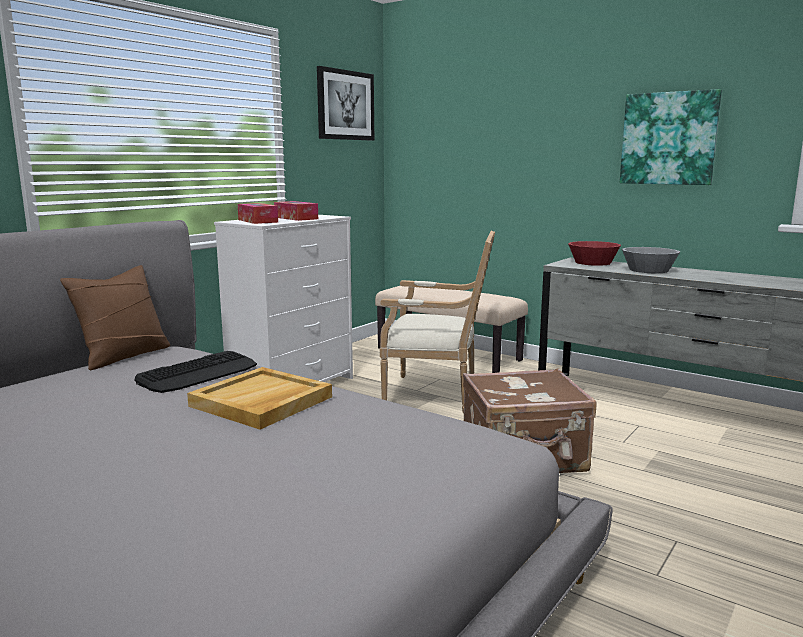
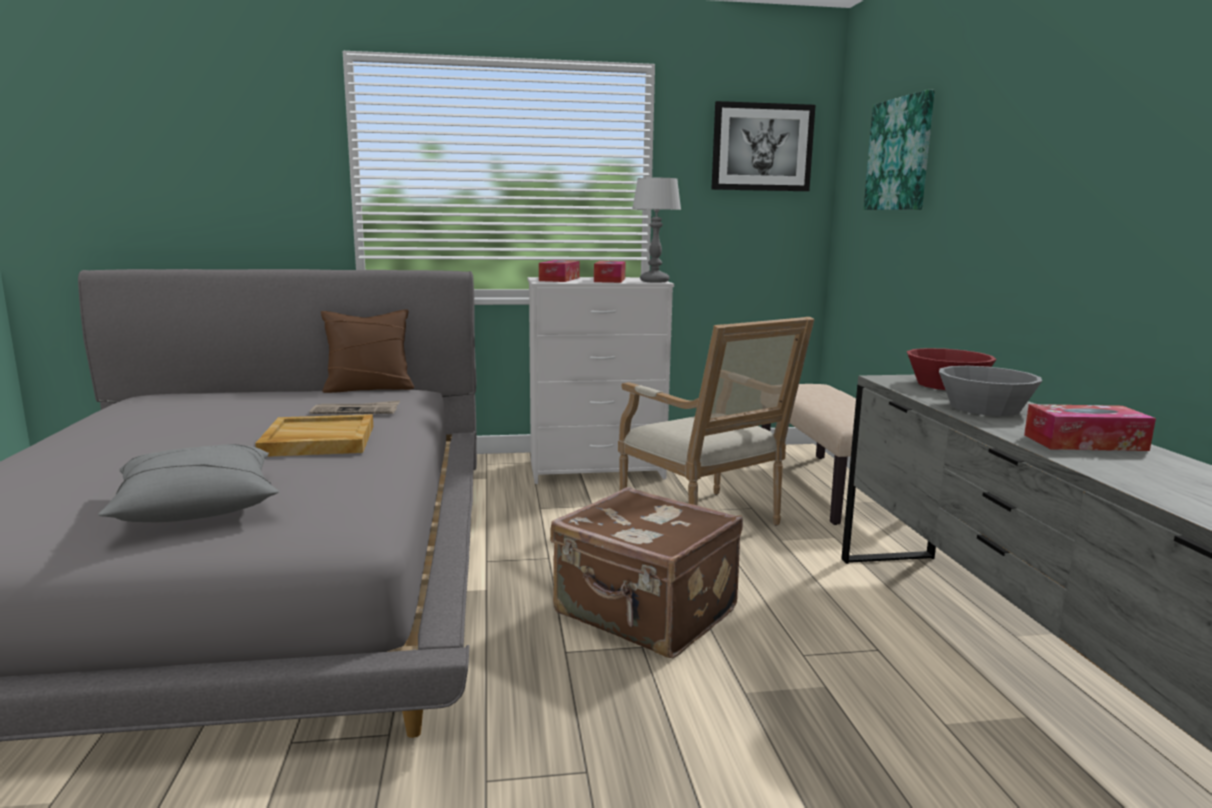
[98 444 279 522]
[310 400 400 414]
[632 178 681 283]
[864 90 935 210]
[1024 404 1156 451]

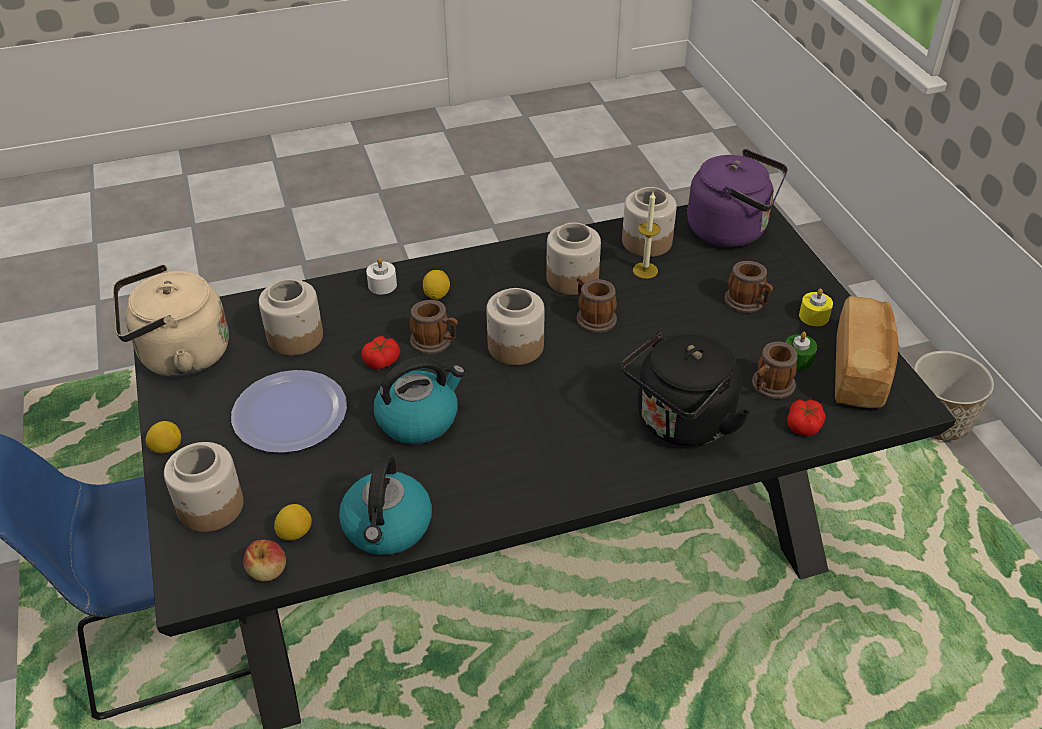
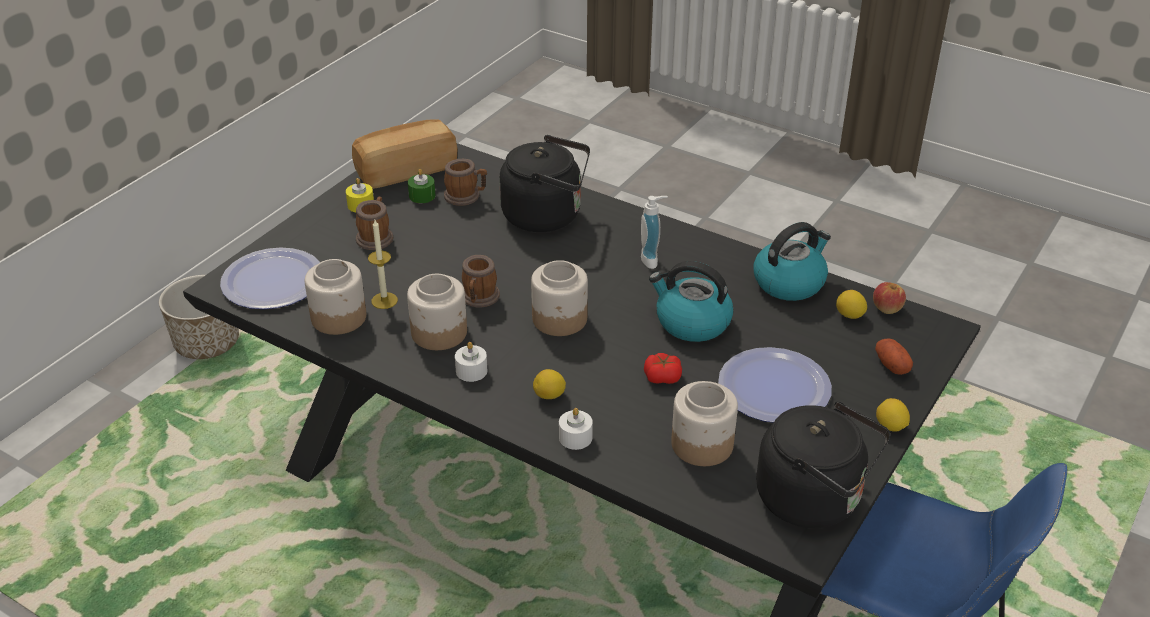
[220 248 320 309]
[455 342 487 382]
[641 196 668 269]
[756 402 890 528]
[875 339 913 375]
[410 300 458 354] (first image)
[787 399 826 436] (first image)

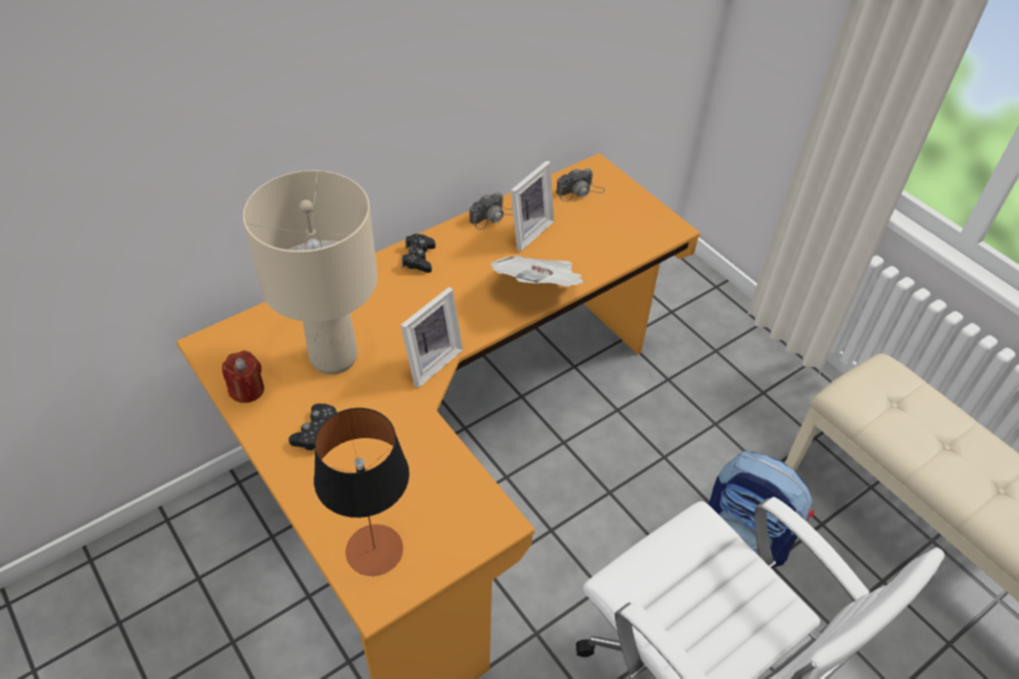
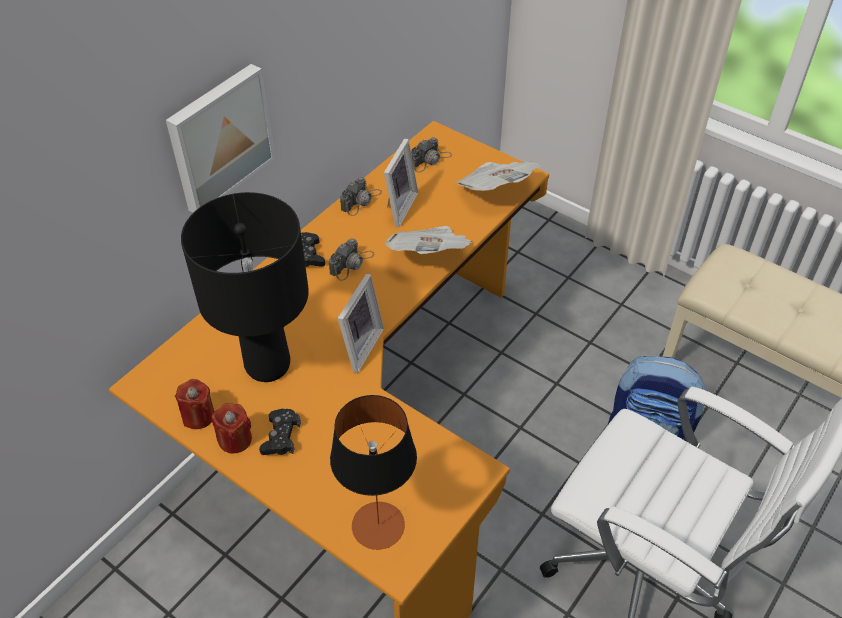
[166 64 275 213]
[181 192 309 382]
[212 403 252 453]
[329 238 374 281]
[456 162 541 191]

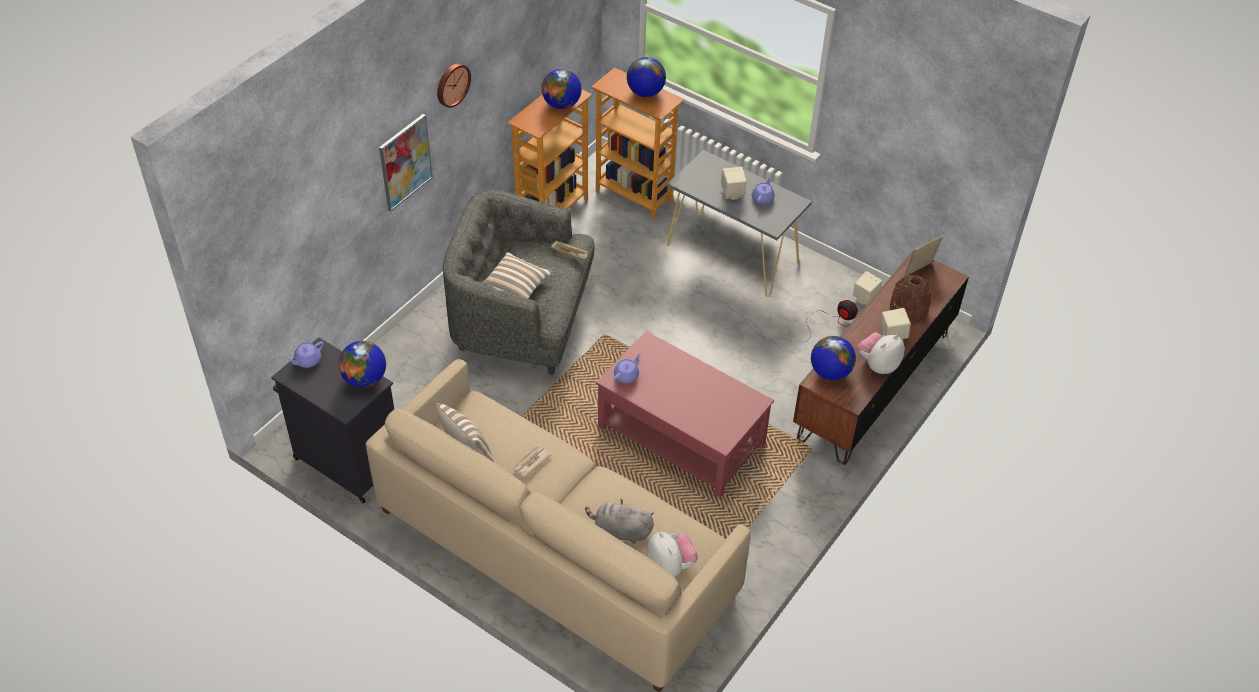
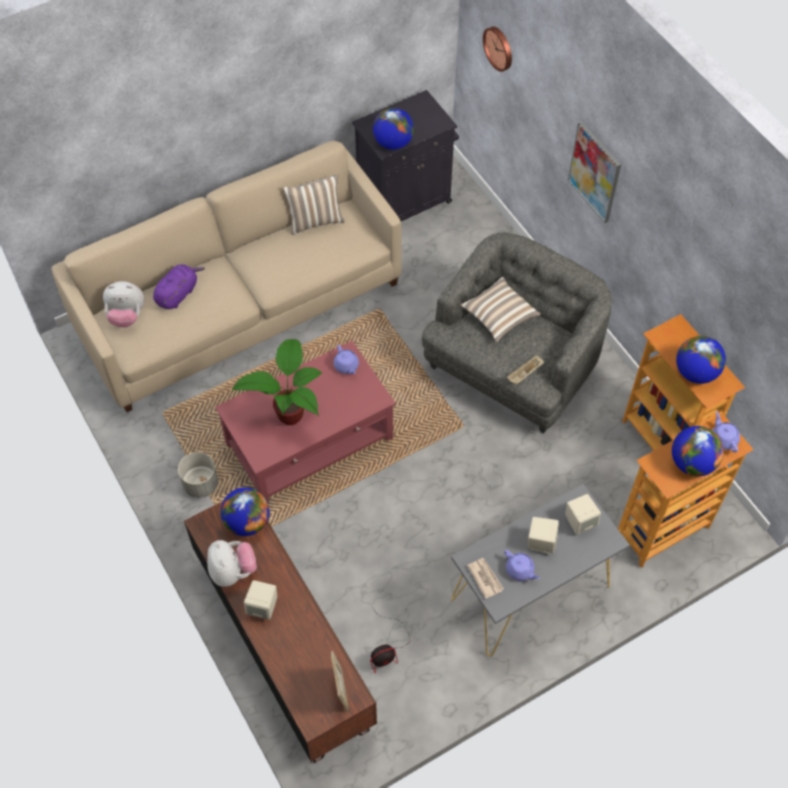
[153 264 205 309]
[178 452 218 498]
[232 339 322 425]
[467 558 504 599]
[483 26 512 72]
[565 494 601 534]
[712 411 740 452]
[890 275 931 323] (first image)

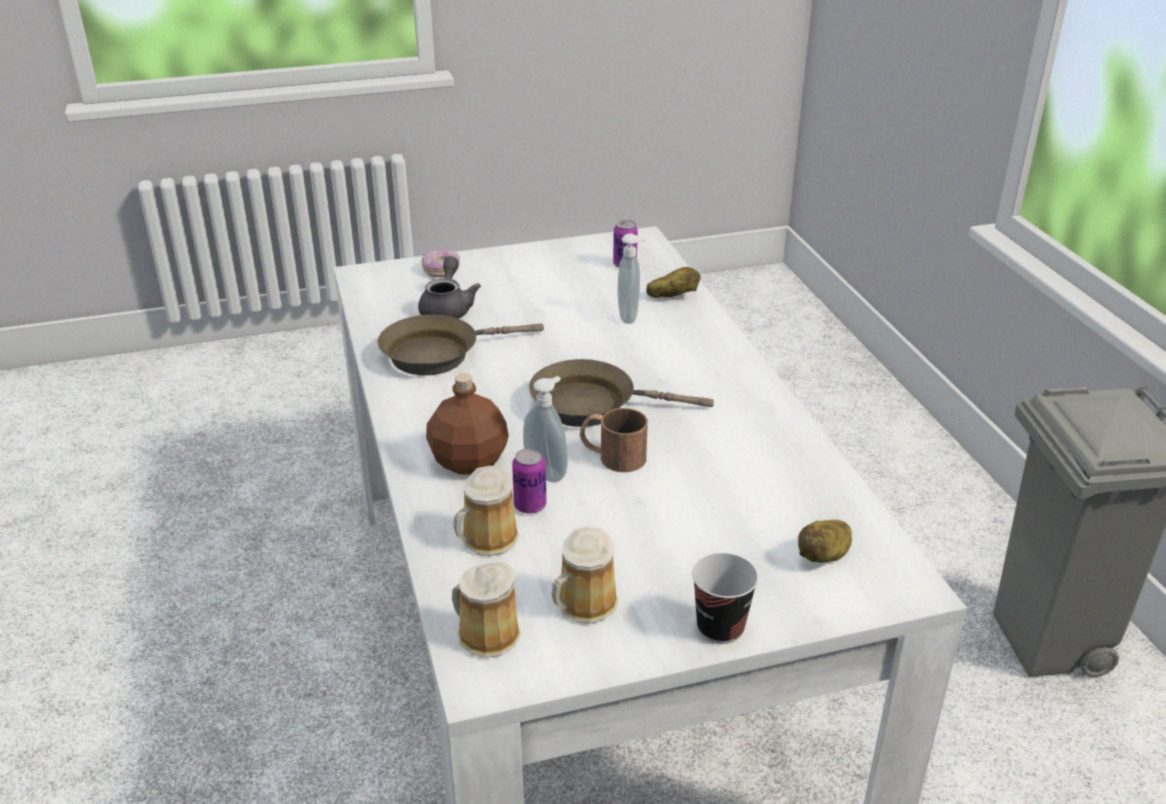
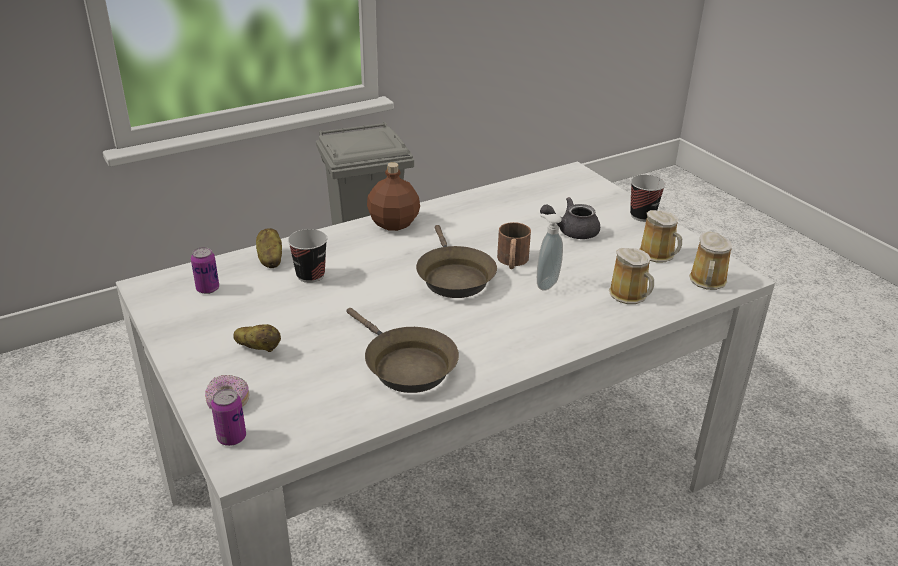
[211 389 246 446]
[233 324 281 352]
[288 229 327 283]
[367 162 420 231]
[540 197 600 239]

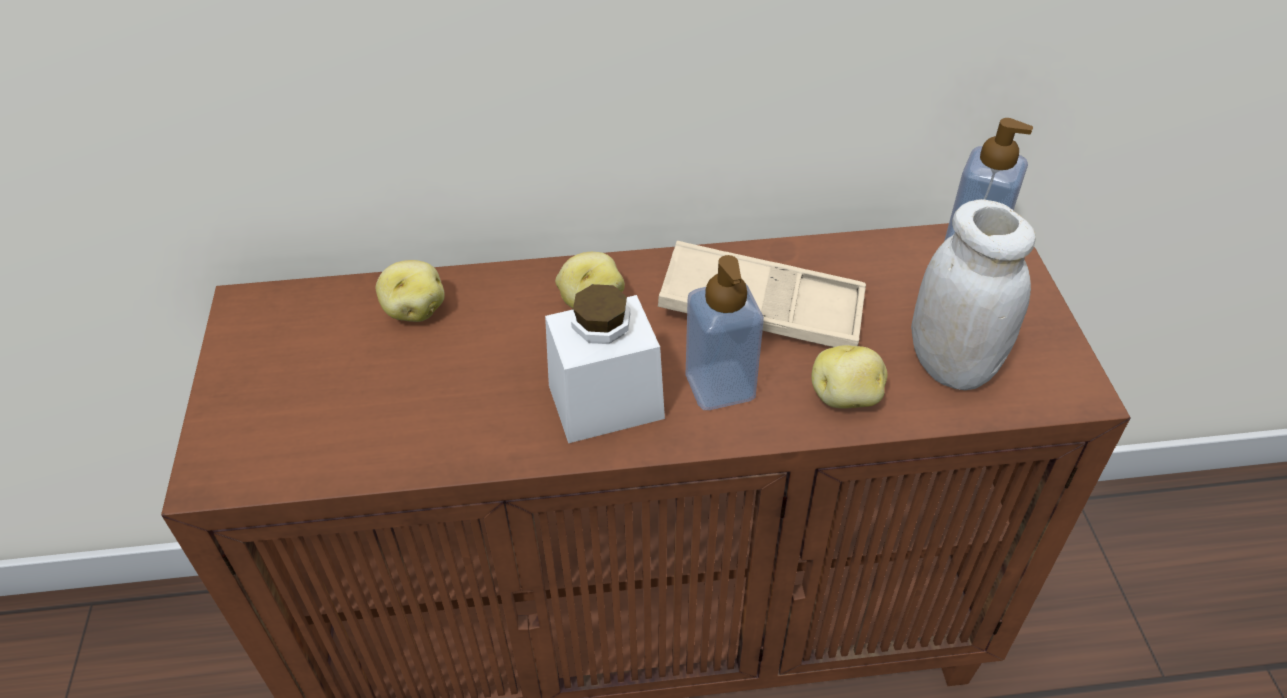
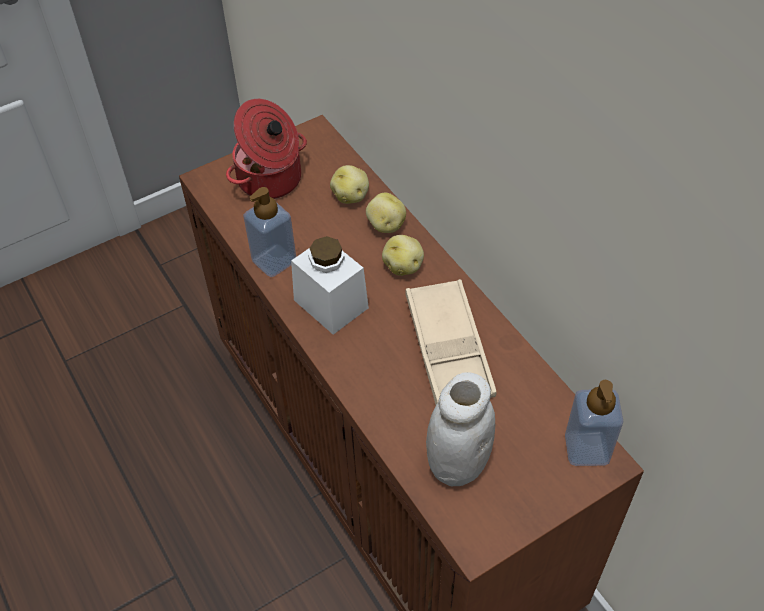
[226 99 307 199]
[243 187 296 277]
[366 193 406 233]

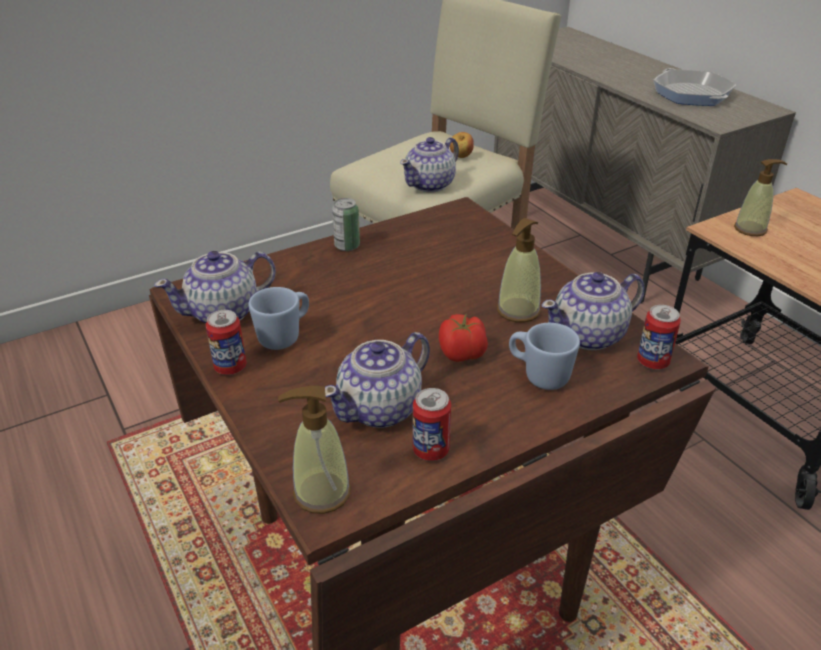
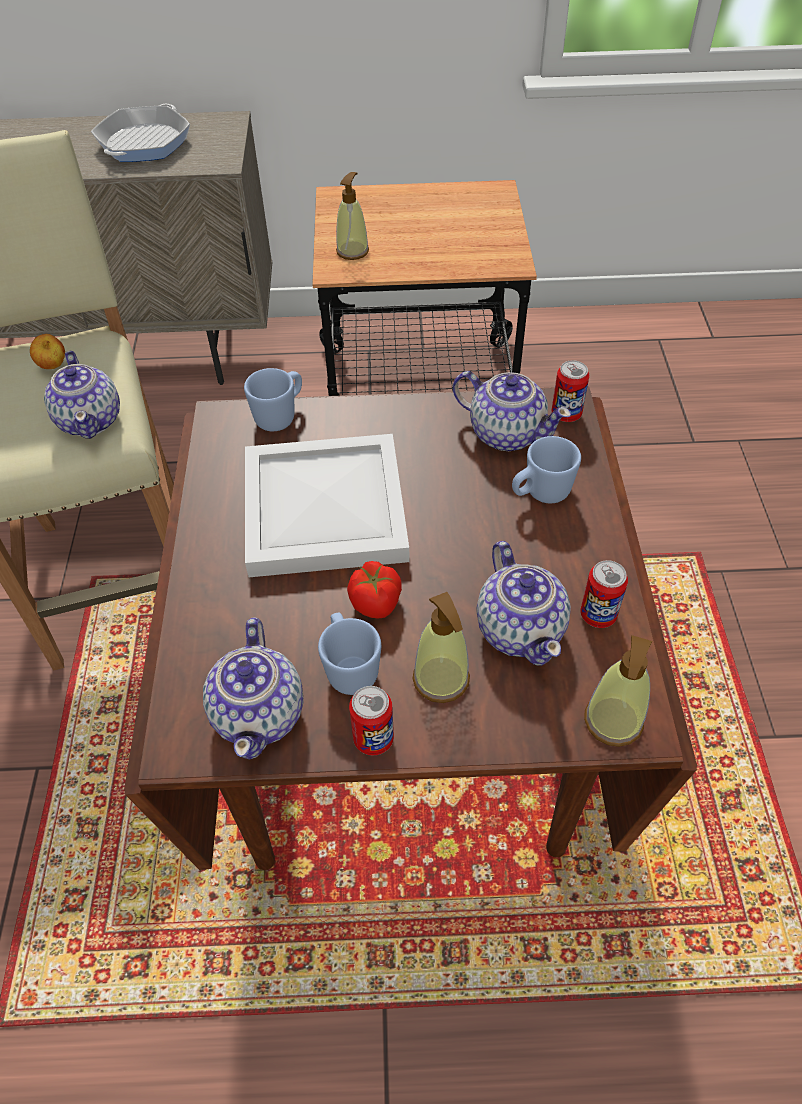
[91 104 190 162]
[244 368 302 431]
[245 434 410 577]
[347 561 402 619]
[412 592 470 703]
[453 371 571 451]
[332 198 360 251] (first image)

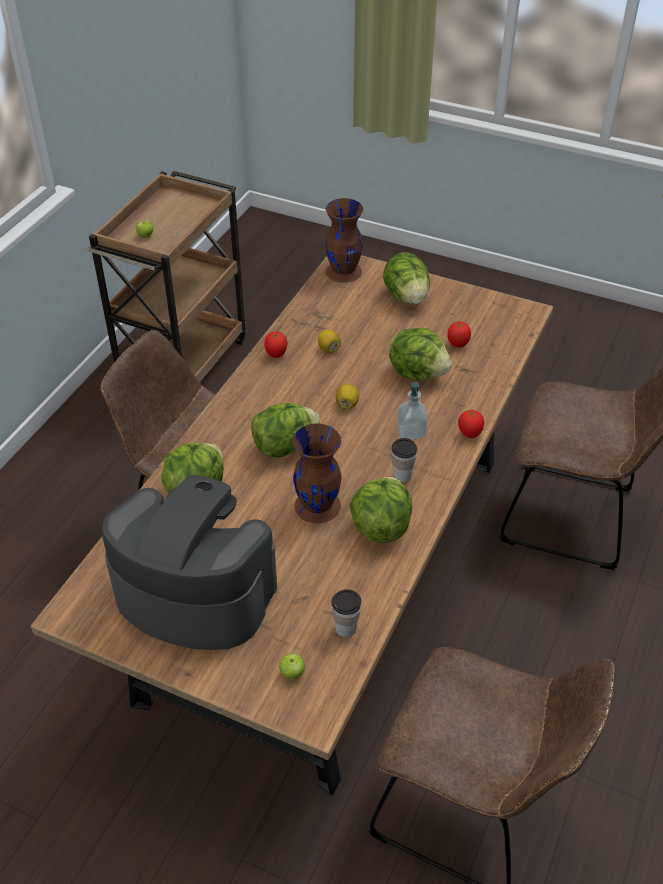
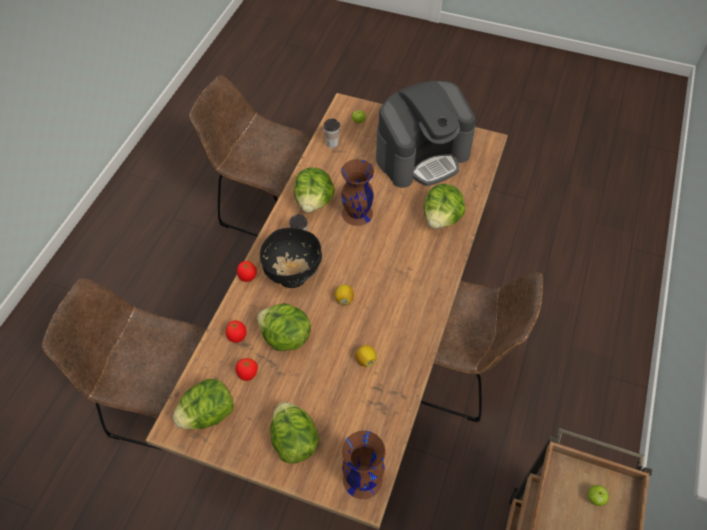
[172 379 234 429]
[226 320 247 343]
[260 228 322 288]
[376 81 476 188]

